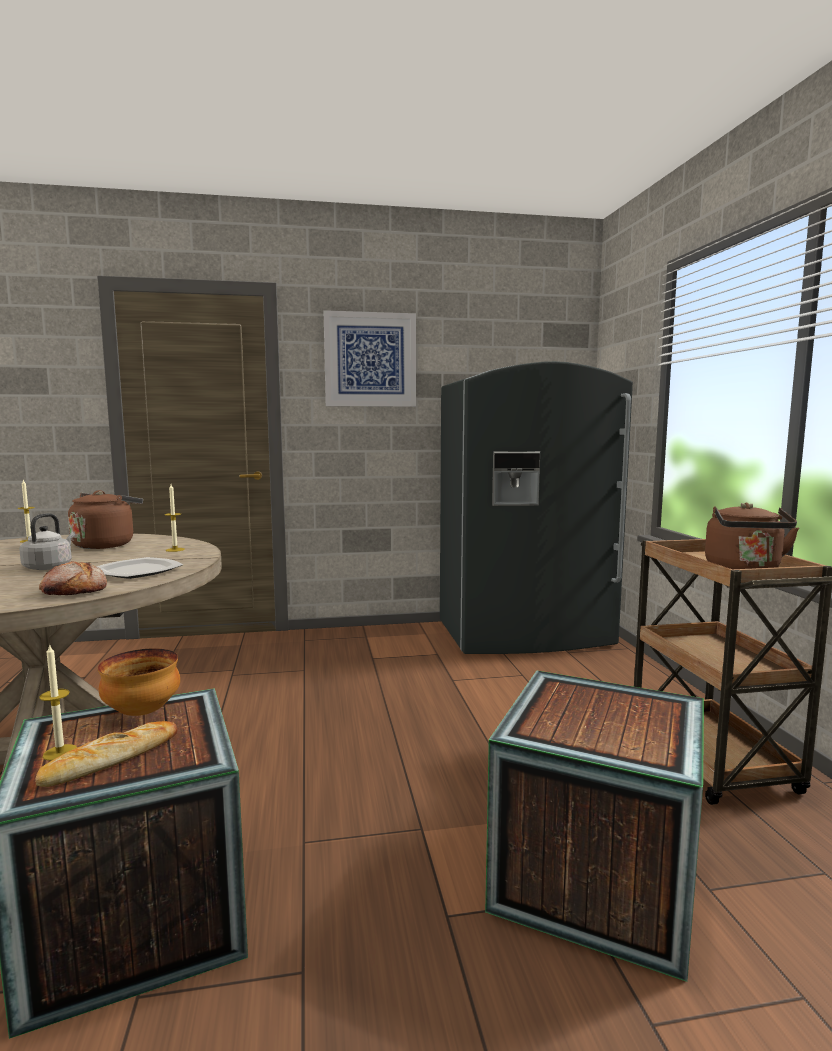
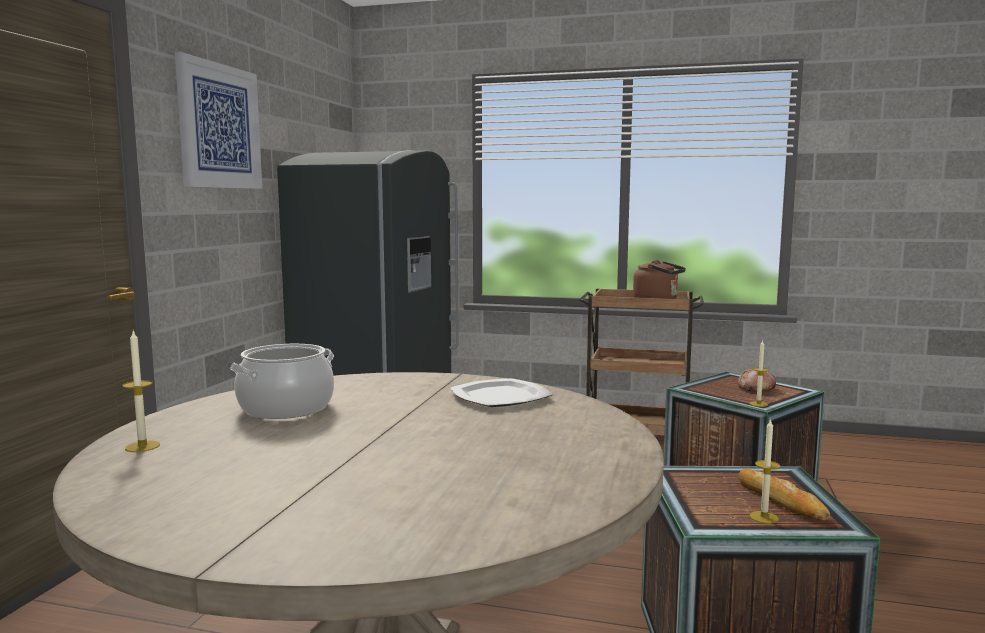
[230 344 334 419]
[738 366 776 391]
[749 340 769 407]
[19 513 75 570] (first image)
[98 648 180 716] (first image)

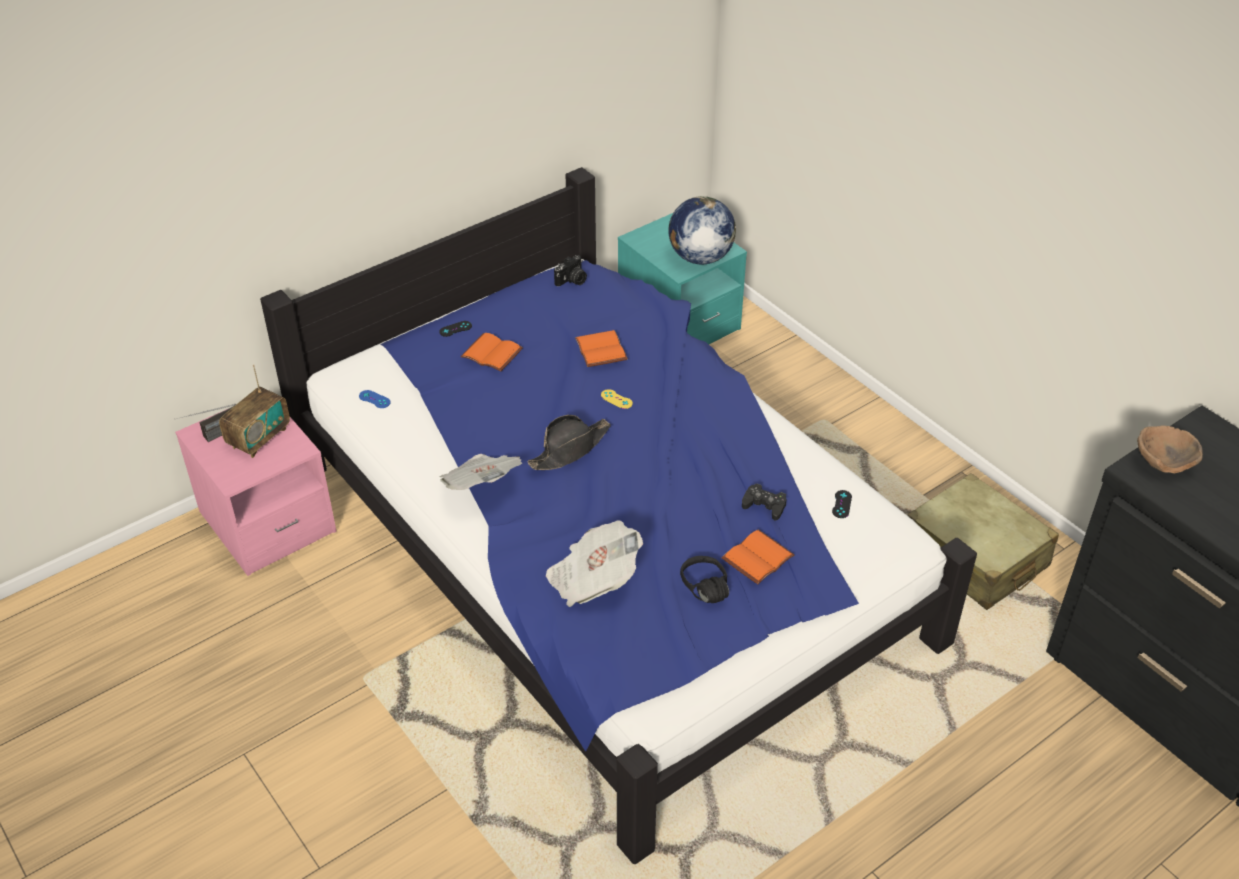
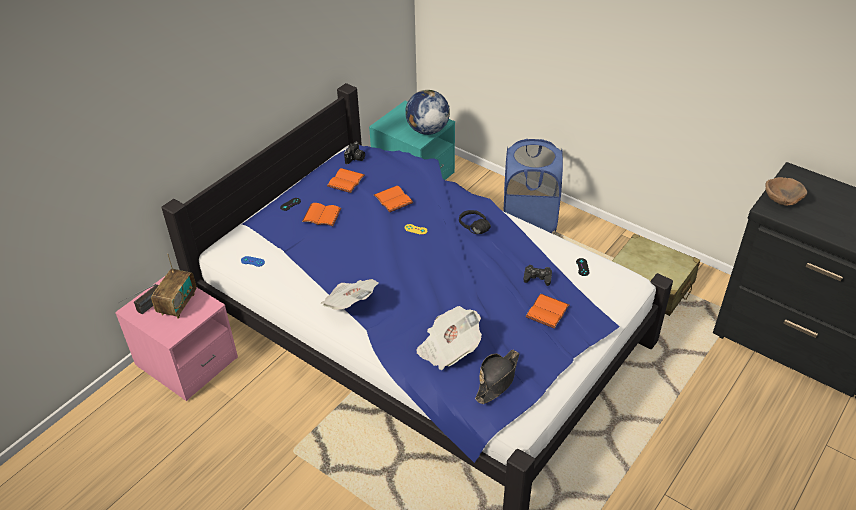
[327 168 365 193]
[459 210 491 234]
[475 350 519 404]
[504 139 563 233]

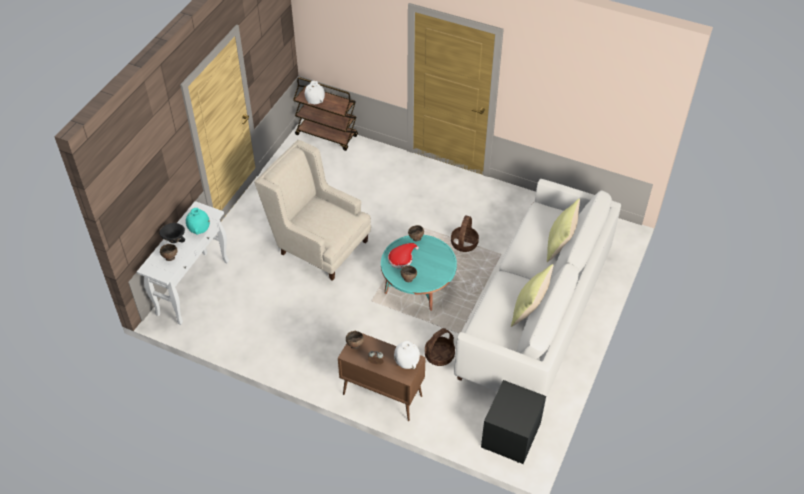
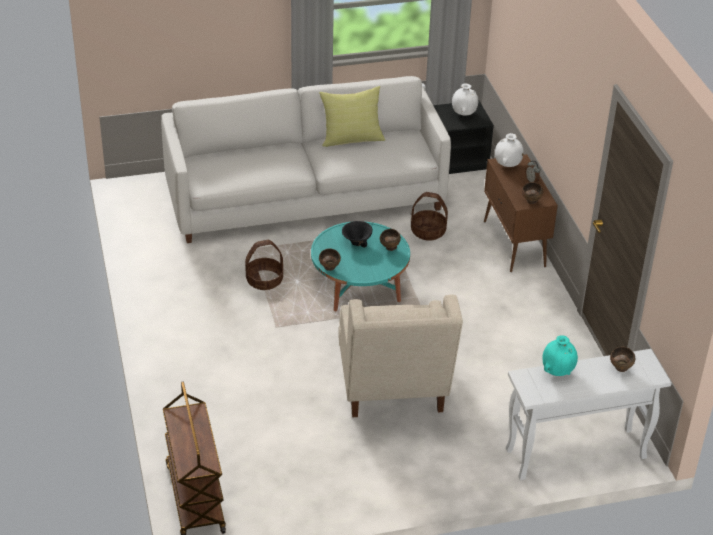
[342 221 372 248]
[452 84 479 115]
[388 243 419 268] (first image)
[547 199 580 262] (first image)

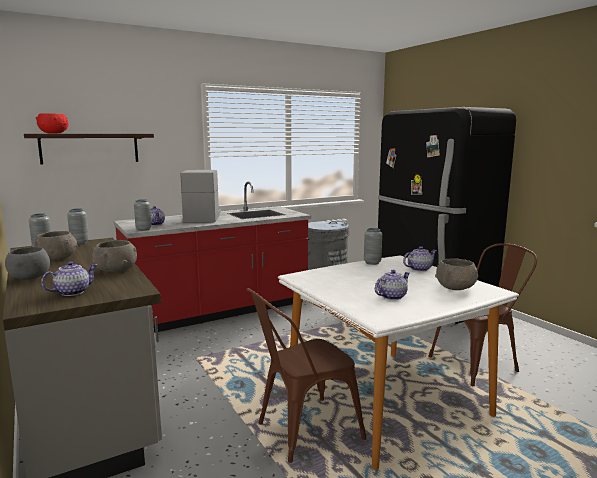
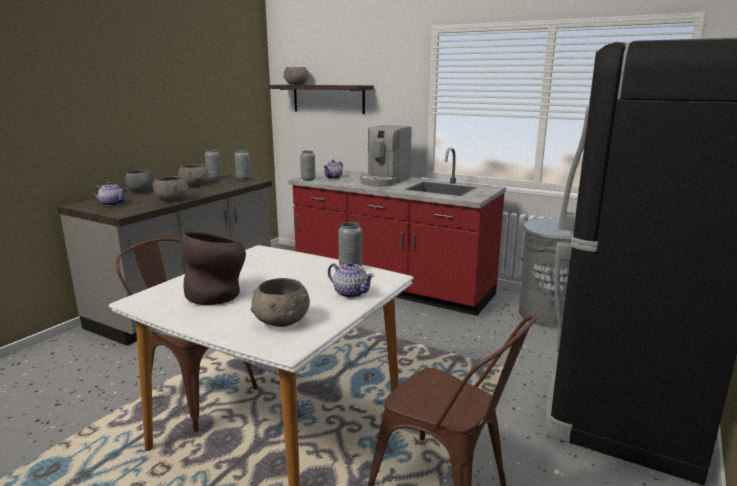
[180 231 246 305]
[283 67 309 85]
[360 125 412 187]

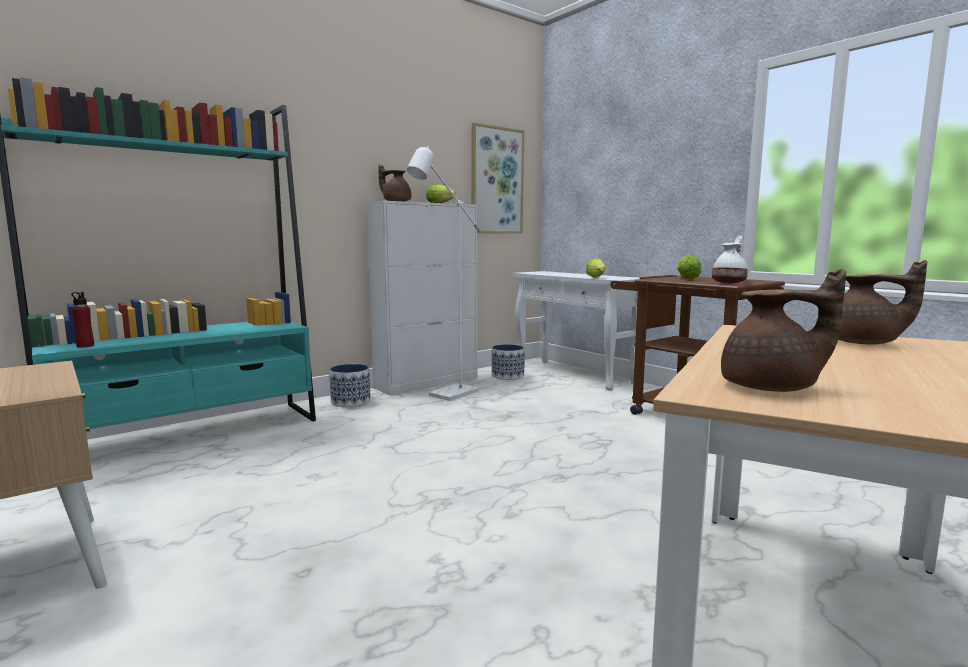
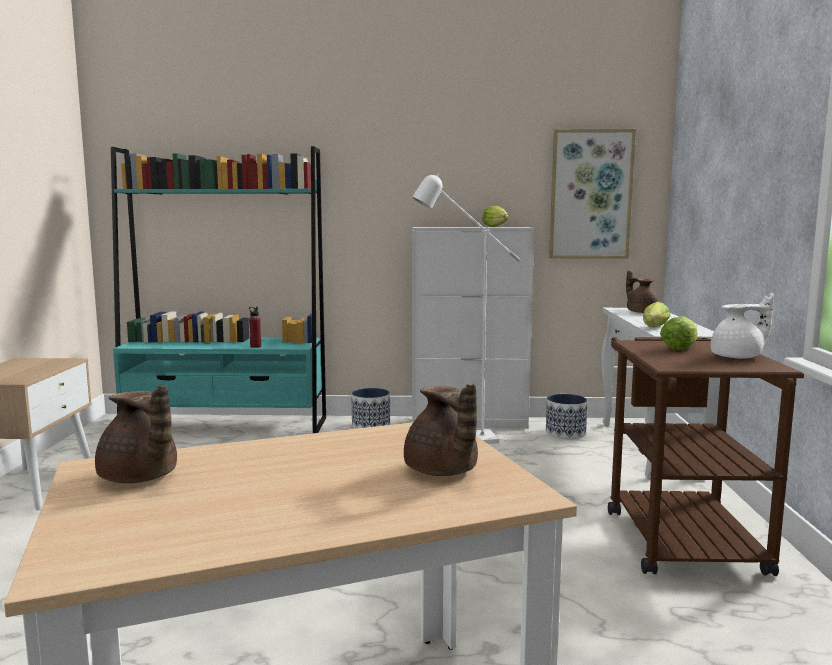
[249 307 261 348]
[626 270 658 313]
[712 268 748 284] (first image)

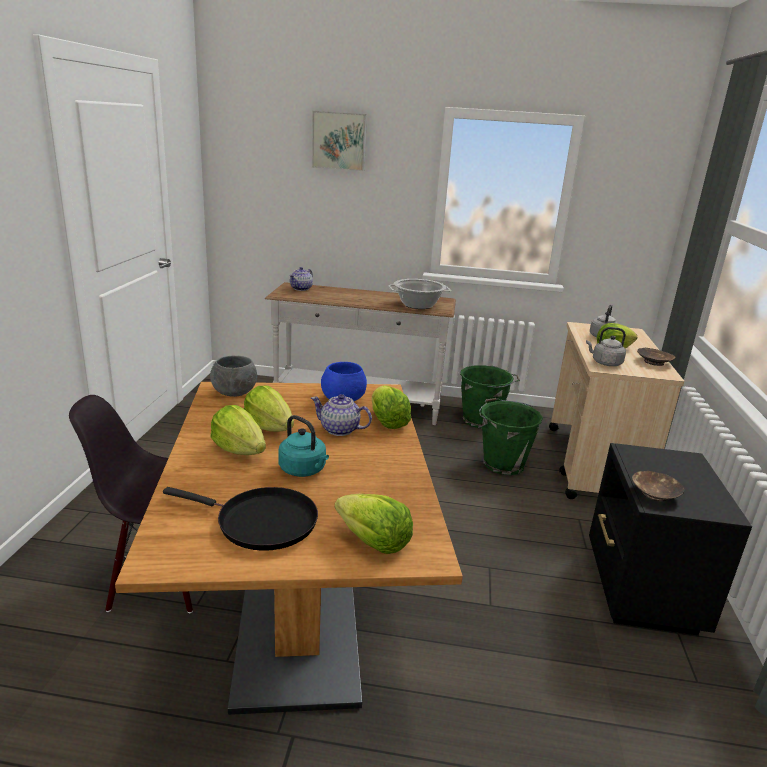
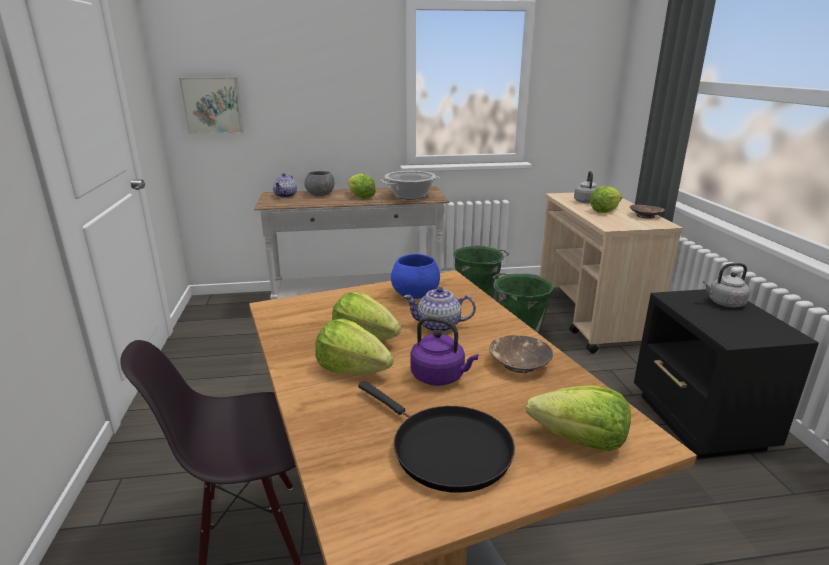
[179 77 244 134]
[305 171 334 196]
[348 173 376 199]
[358 381 515 493]
[410 316 479 386]
[489 335 553 373]
[703 263 750 307]

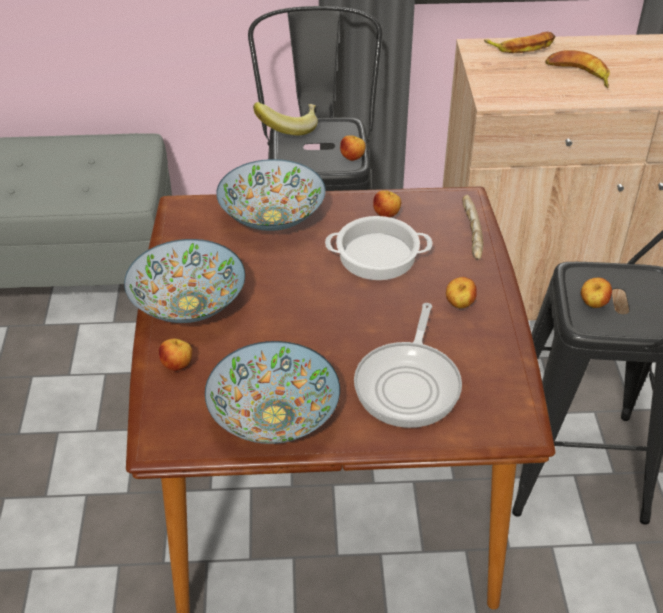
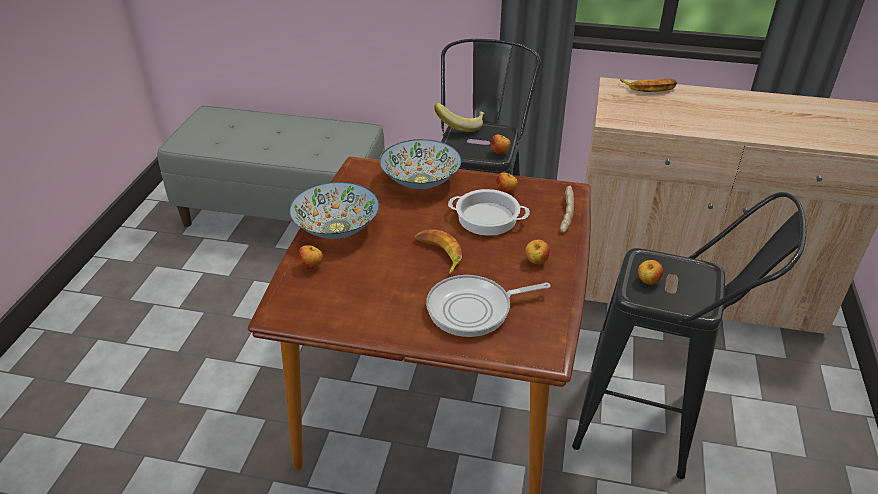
[414 229 462 274]
[426 275 551 337]
[205 341 340 444] (first image)

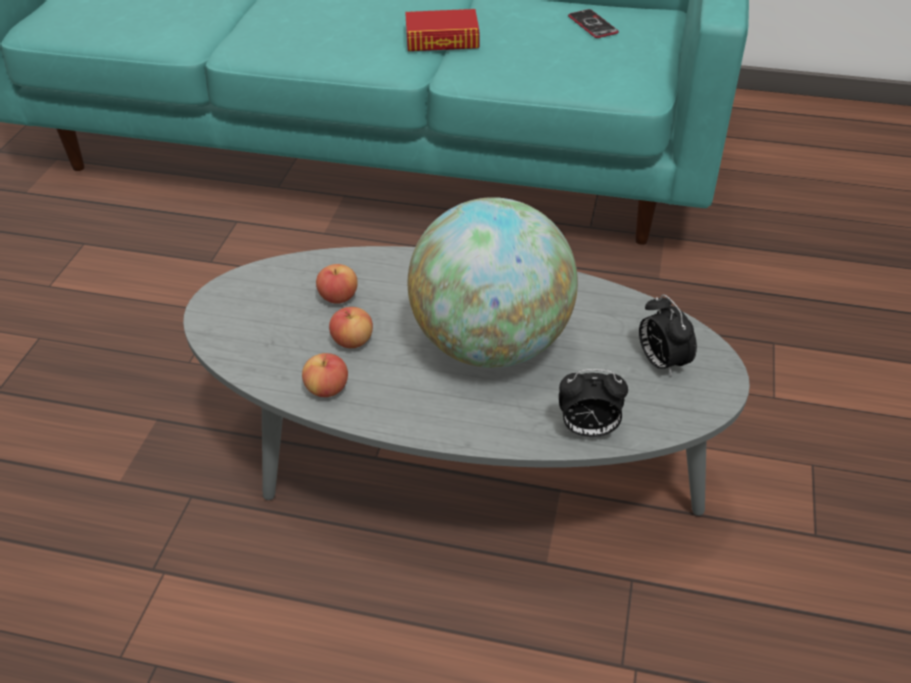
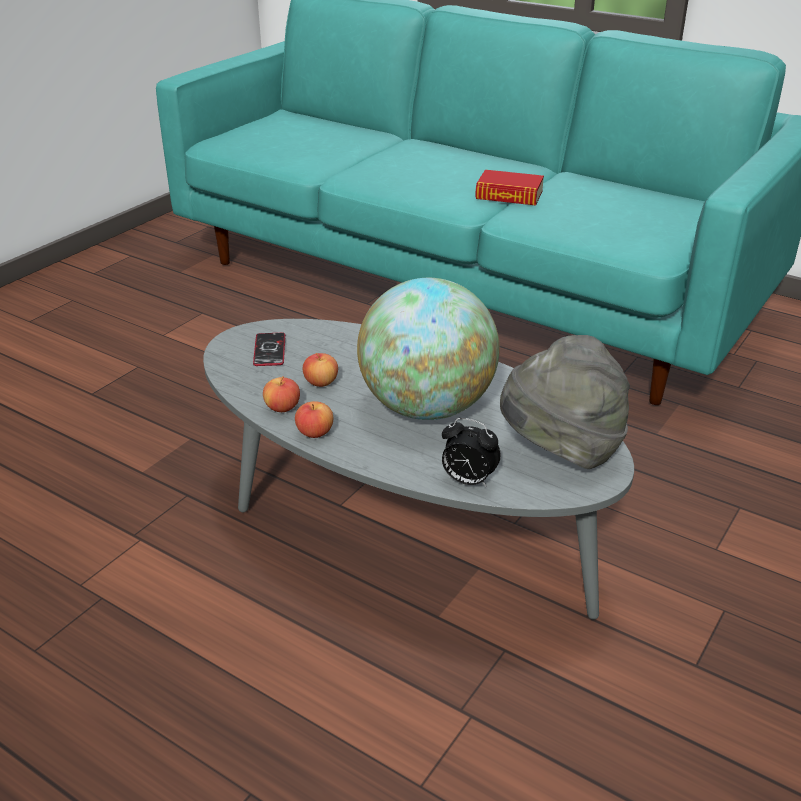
[253 333 285 366]
[295 401 333 438]
[500 335 630 469]

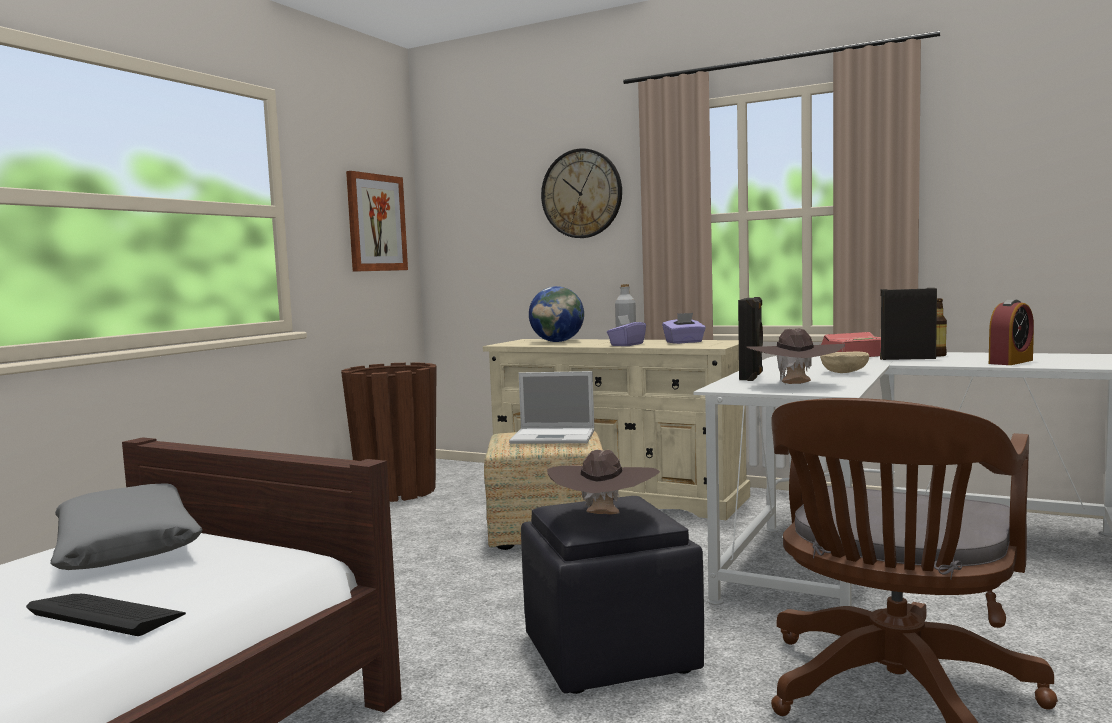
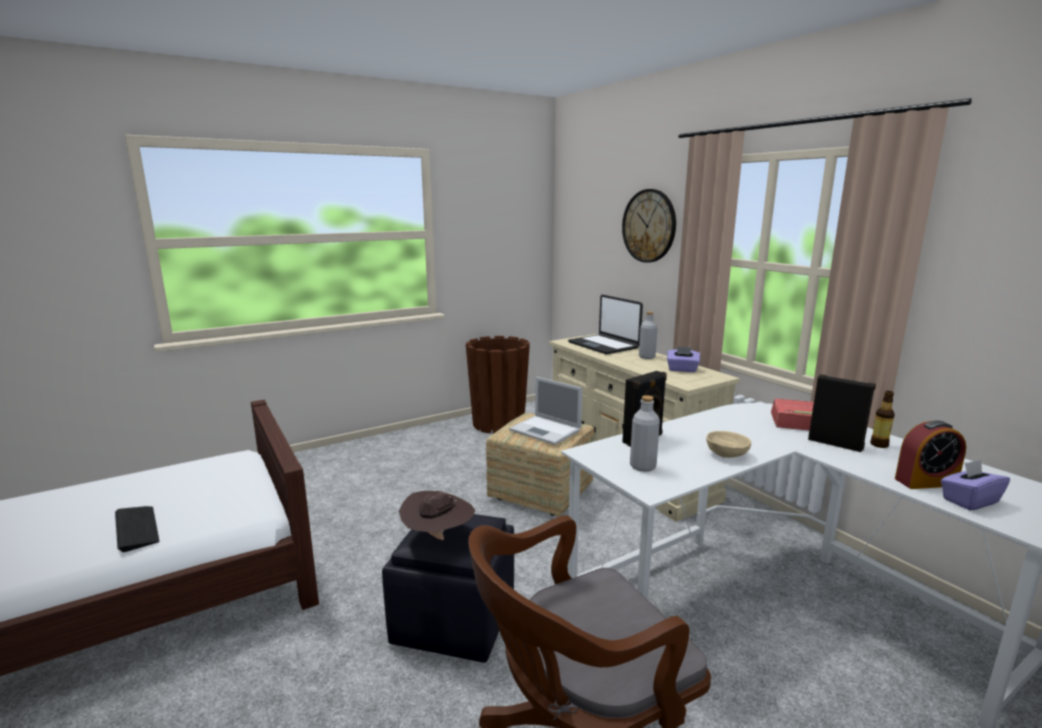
[568 295 643 354]
[630 395 660 472]
[941 460 1010 511]
[50 483 202 570] (first image)
[346 171 408 272] (first image)

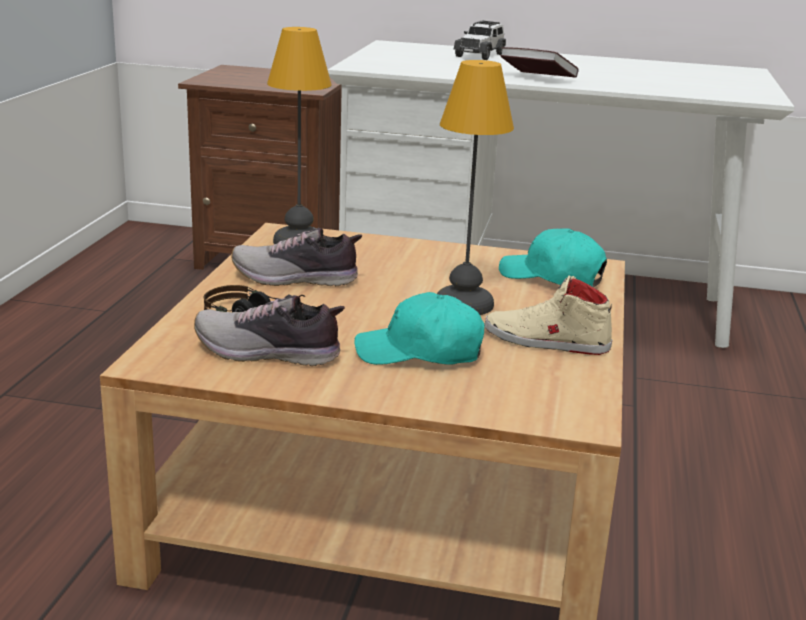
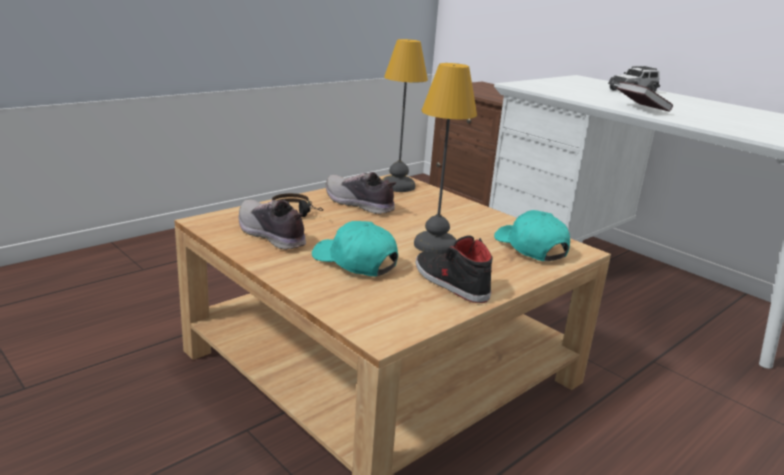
[416 235 493 303]

